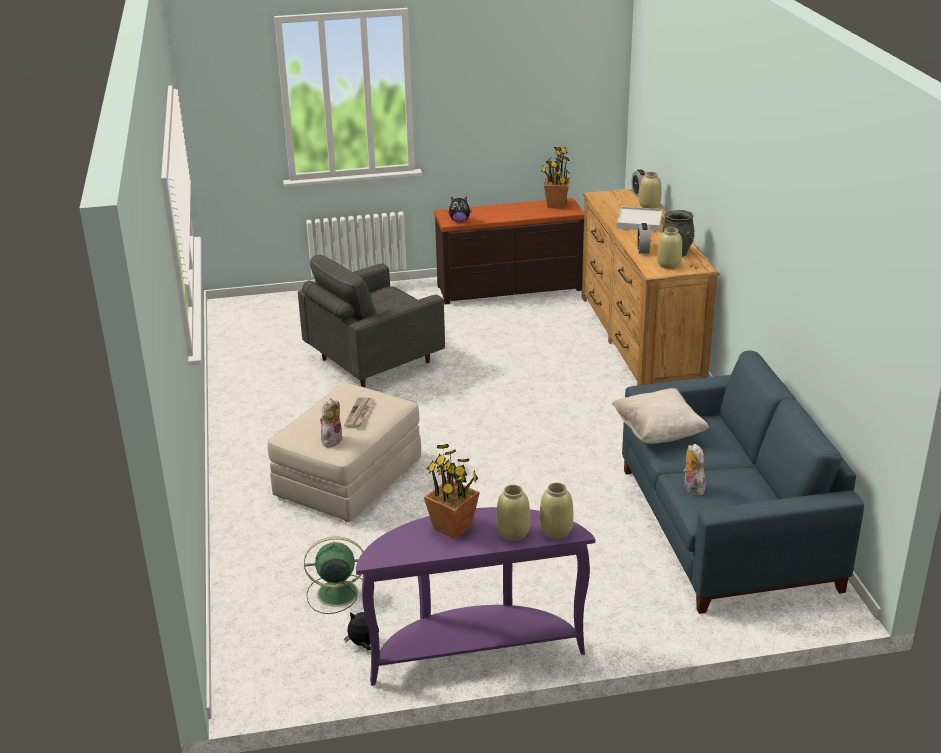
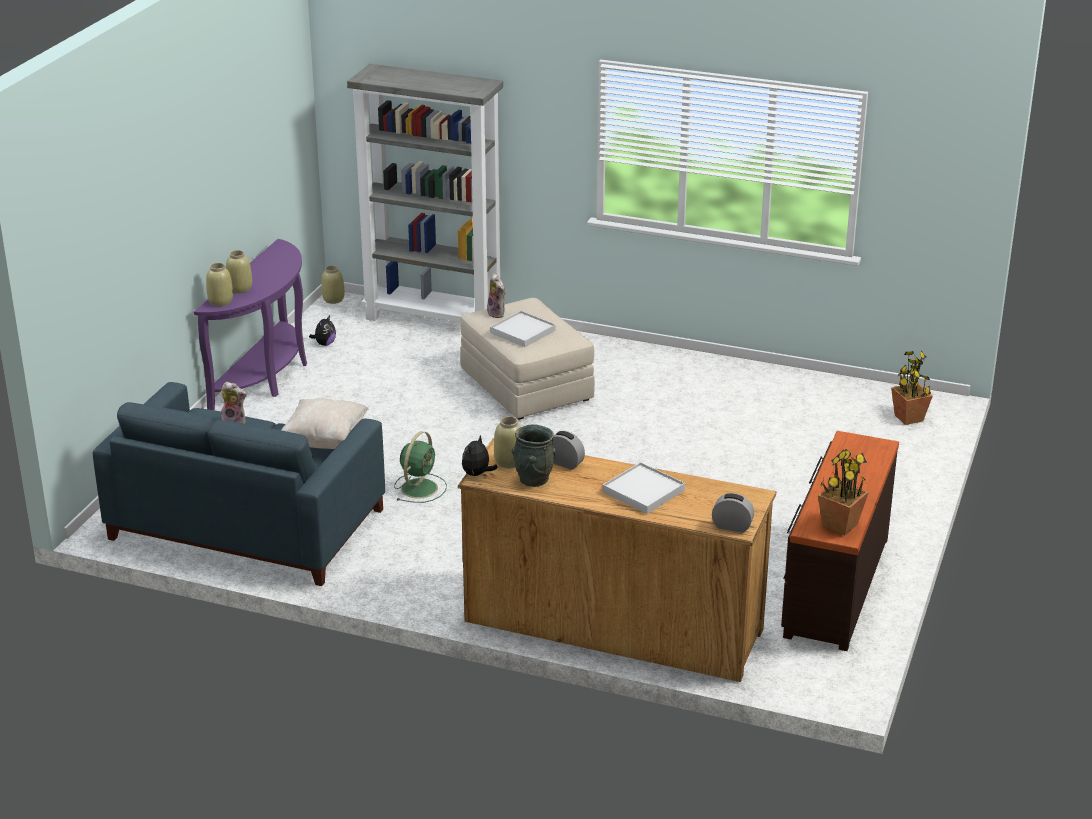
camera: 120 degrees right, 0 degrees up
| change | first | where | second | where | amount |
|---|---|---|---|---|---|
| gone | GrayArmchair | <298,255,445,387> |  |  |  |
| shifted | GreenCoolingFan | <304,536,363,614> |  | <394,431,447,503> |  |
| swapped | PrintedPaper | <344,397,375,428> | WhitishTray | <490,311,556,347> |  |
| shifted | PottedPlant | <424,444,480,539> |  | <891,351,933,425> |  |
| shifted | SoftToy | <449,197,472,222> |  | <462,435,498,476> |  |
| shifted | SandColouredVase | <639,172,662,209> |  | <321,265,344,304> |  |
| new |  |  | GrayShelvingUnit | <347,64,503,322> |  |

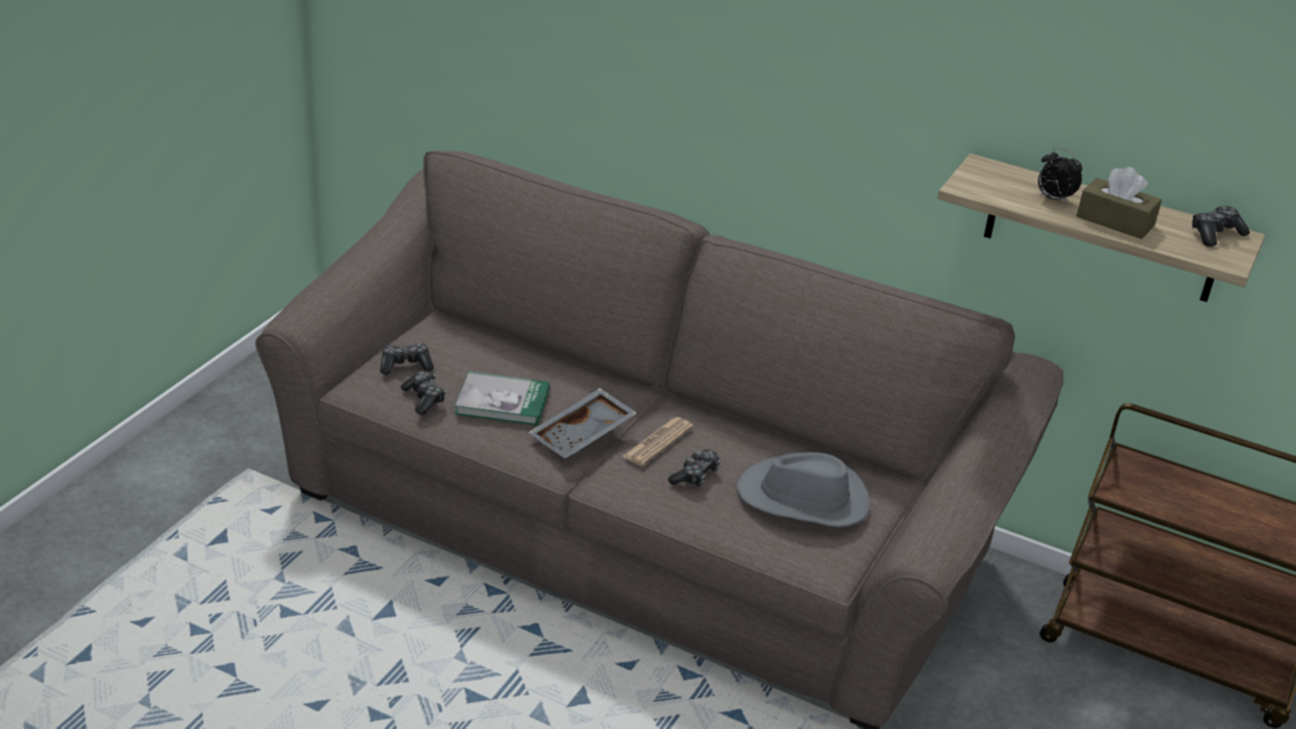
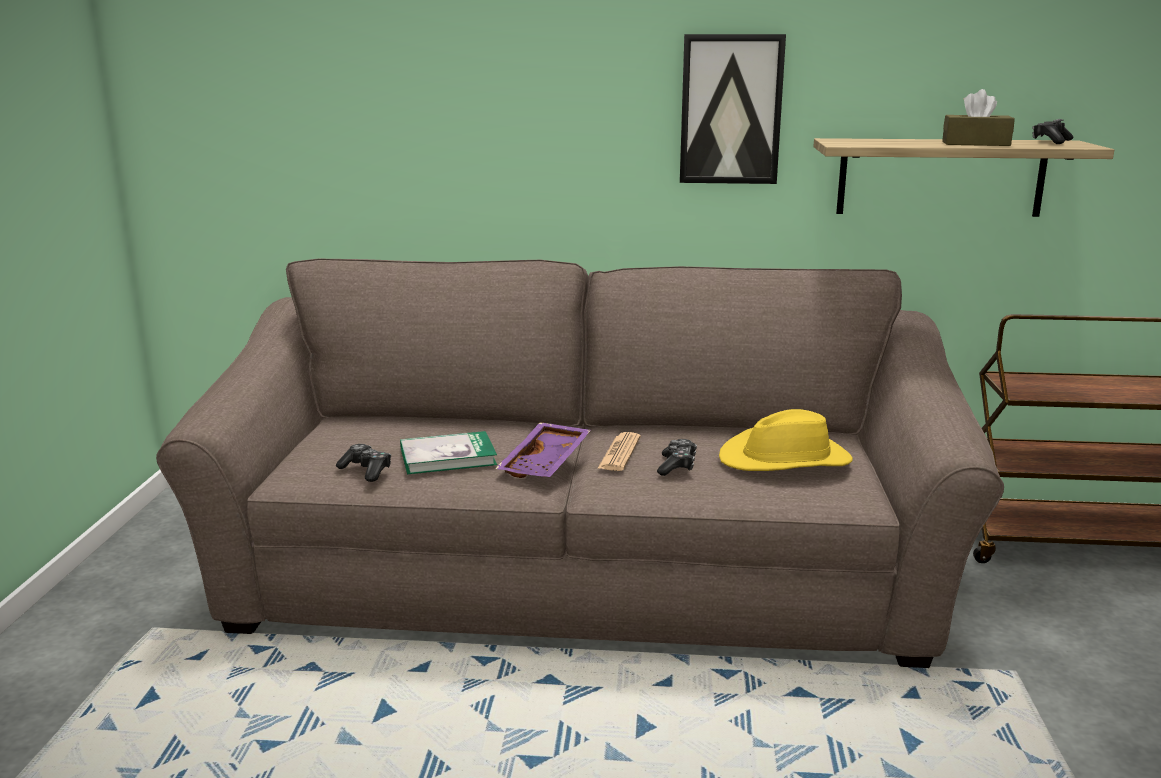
camera: 20 degrees left, 15 degrees down
| change | first | where | second | where | amount |
|---|---|---|---|---|---|
| gone | Gamepad | <380,343,434,375> |  |  |  |
| repainted | GrayTray | <528,388,637,459> | PurpleTray | <495,422,591,478> |  |
| repainted | GrayHat | <736,452,870,528> | YellowishHat | <719,409,853,471> |  |
| gone | TableClock | <1038,148,1082,204> |  |  |  |
| new |  |  | Picture | <680,34,786,184> |  |

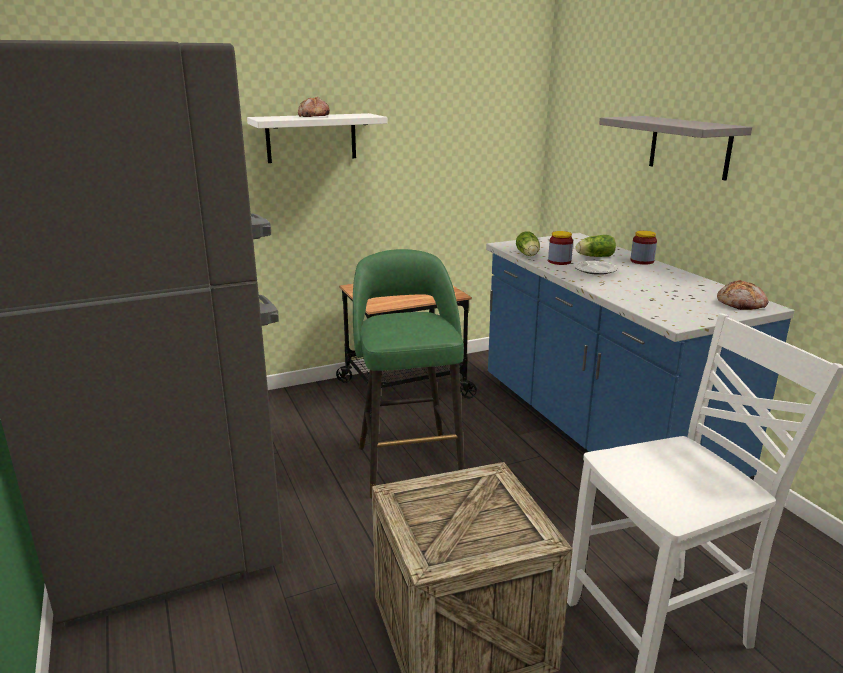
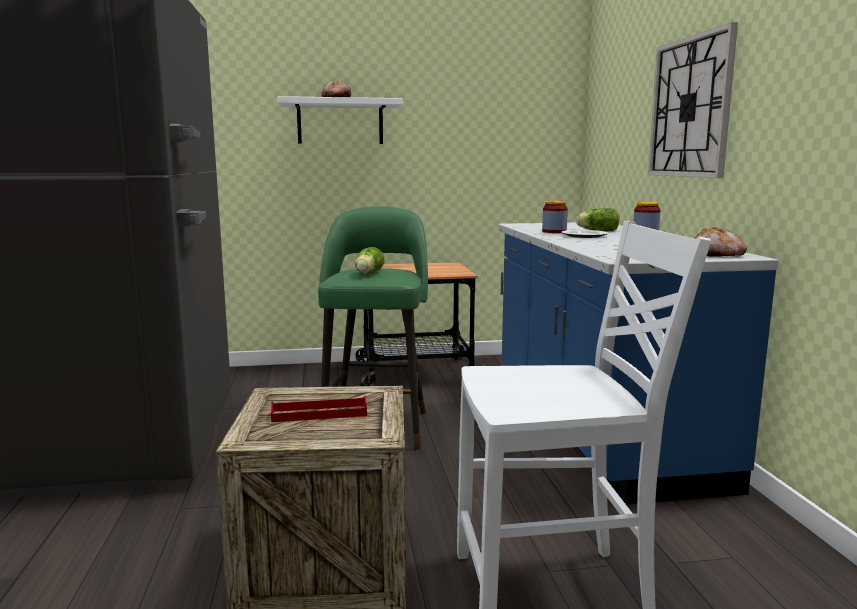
camera: 15 degrees right, 10 degrees down
| change | first | where | second | where | amount |
|---|---|---|---|---|---|
| shifted | Lettuce | <516,231,540,256> |  | <355,247,384,274> |  |
| swapped | GrayShelf | <599,116,752,181> | WallClock | <648,22,738,178> |  |
| new |  |  | RedColouredTray | <271,395,367,422> |  |

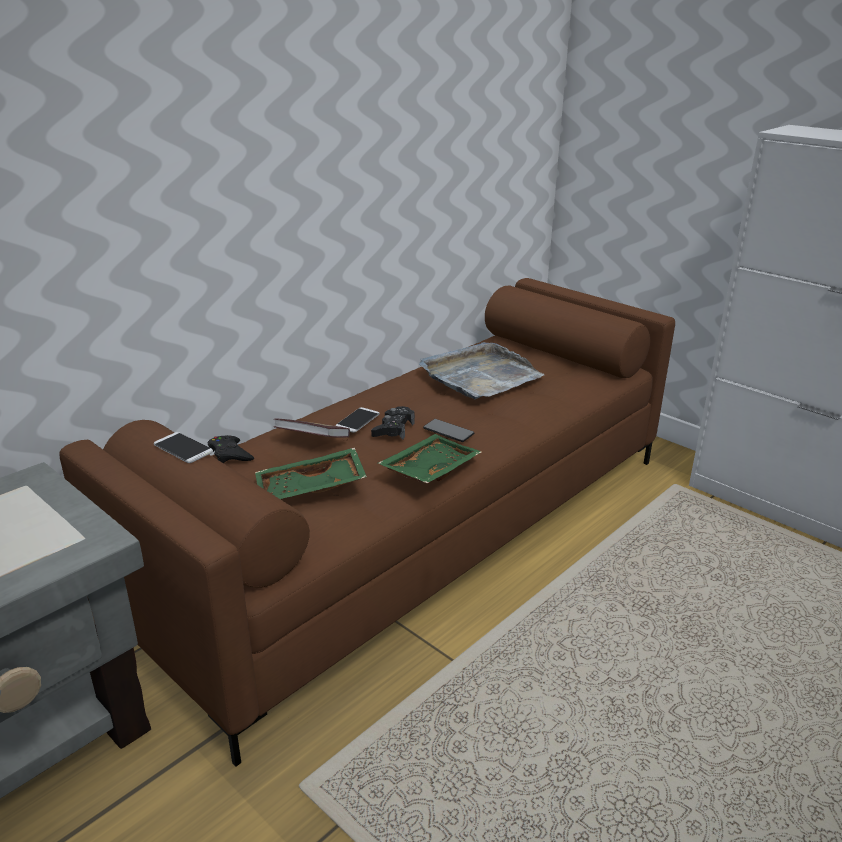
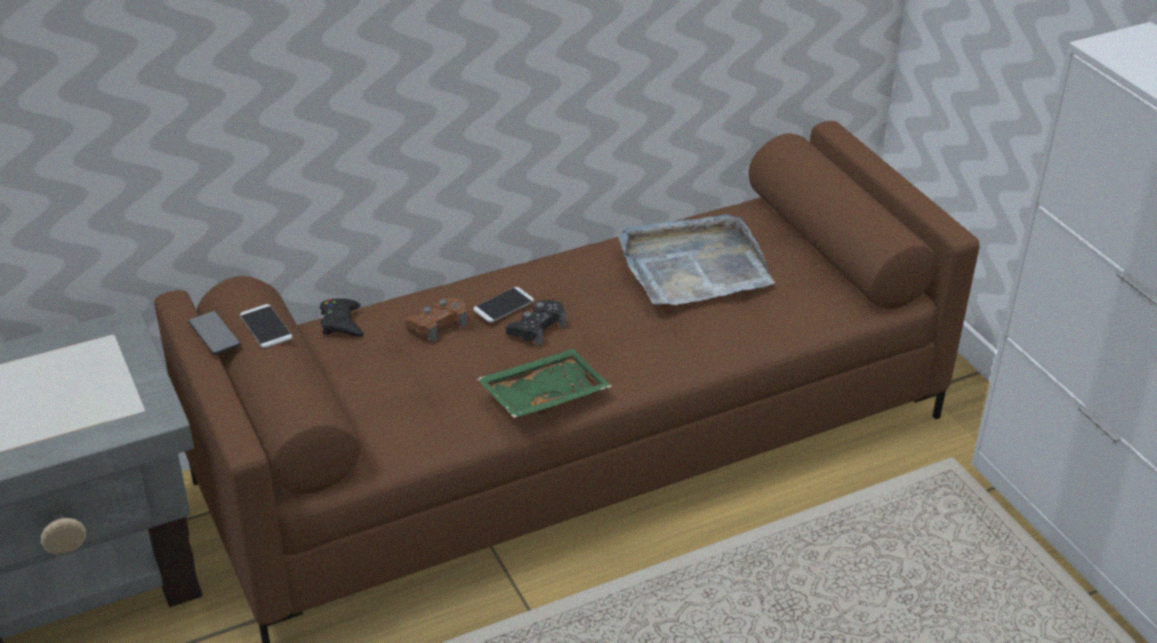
camera: 20 degrees right, 10 degrees up
| change | first | where | second | where | amount |
|---|---|---|---|---|---|
| gone | GreenTray | <255,447,367,499> |  |  |  |
| swapped | BoundBook | <273,418,350,438> | BrownColouredGamepad | <405,298,467,342> |  |
| shifted | Phone | <423,419,474,442> |  | <189,311,240,355> |  |

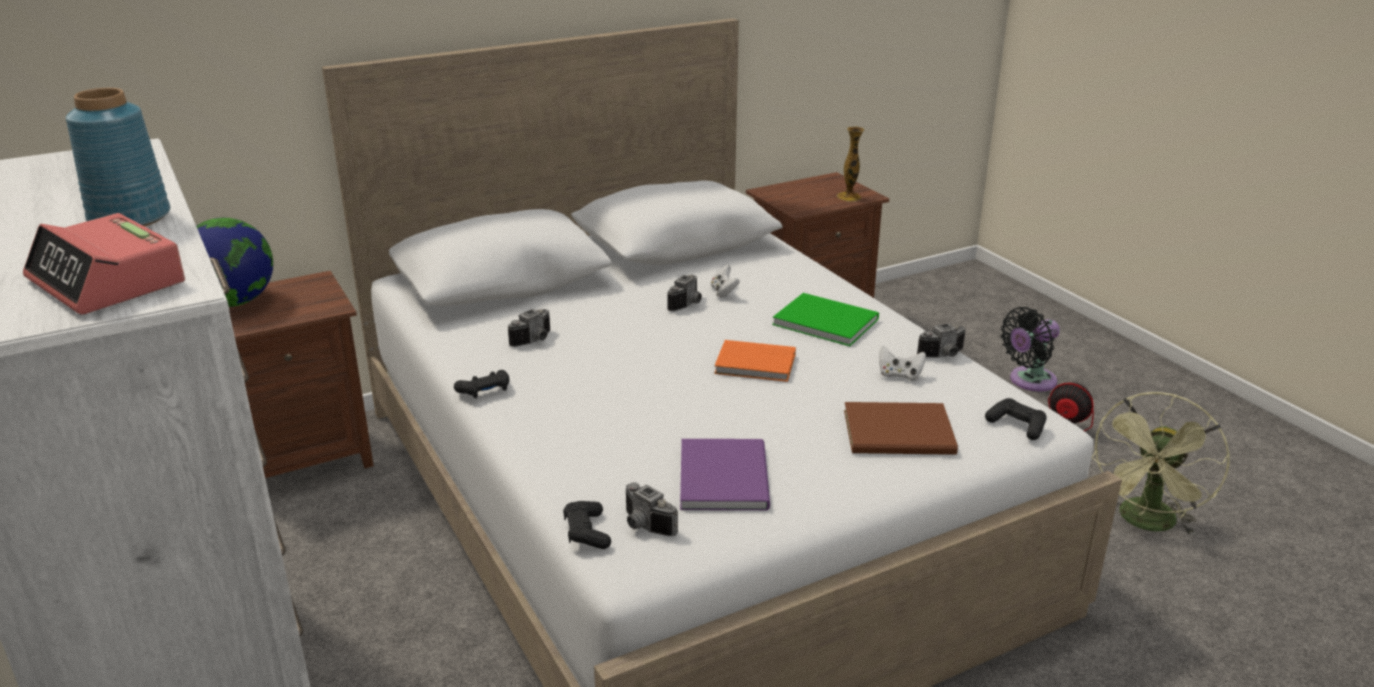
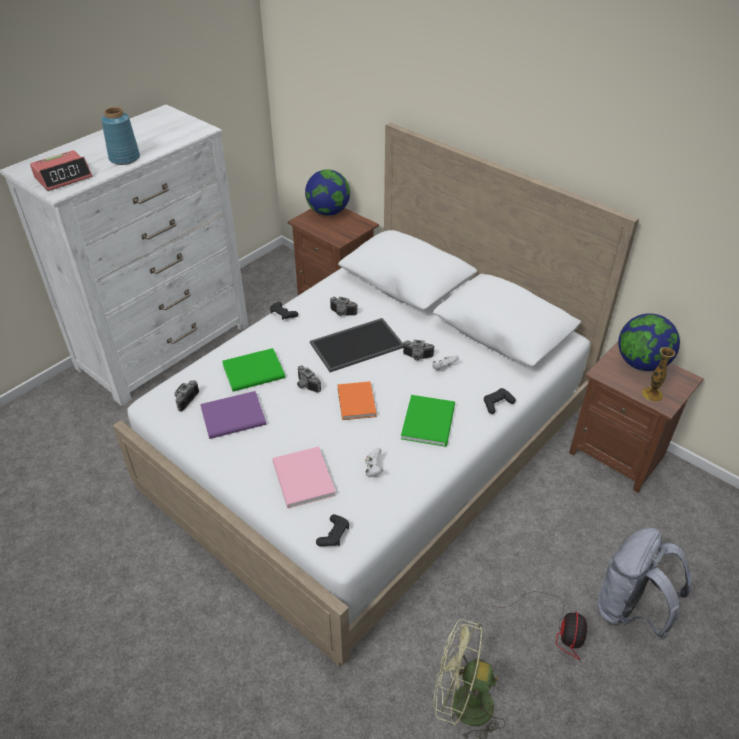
camera: 70 degrees right, 15 degrees up
| change | first | where | second | where | amount |
|---|---|---|---|---|---|
| rotated | TableClock | <23,213,185,314> |  | <30,150,93,191> | 150 degrees counterclockwise |
| shifted | BlackGamepad | <563,501,611,549> |  | <484,388,516,414> |  |
| repainted | BrownColouredBoundBook | <844,402,958,455> | PinkishBoundBook | <273,447,336,508> |  |
| shifted | StillCamera | <917,323,966,358> |  | <297,365,321,392> |  |
| swapped | BlackCoolingFan | <1001,307,1060,391> | GrayRucksack | <598,528,691,639> |  |
| new |  |  | GreenBoundBook | <222,348,285,392> |  |
| new |  |  | Tray | <310,318,404,372> |  |
| new |  |  | DeskGlobe | <618,313,680,371> |  |

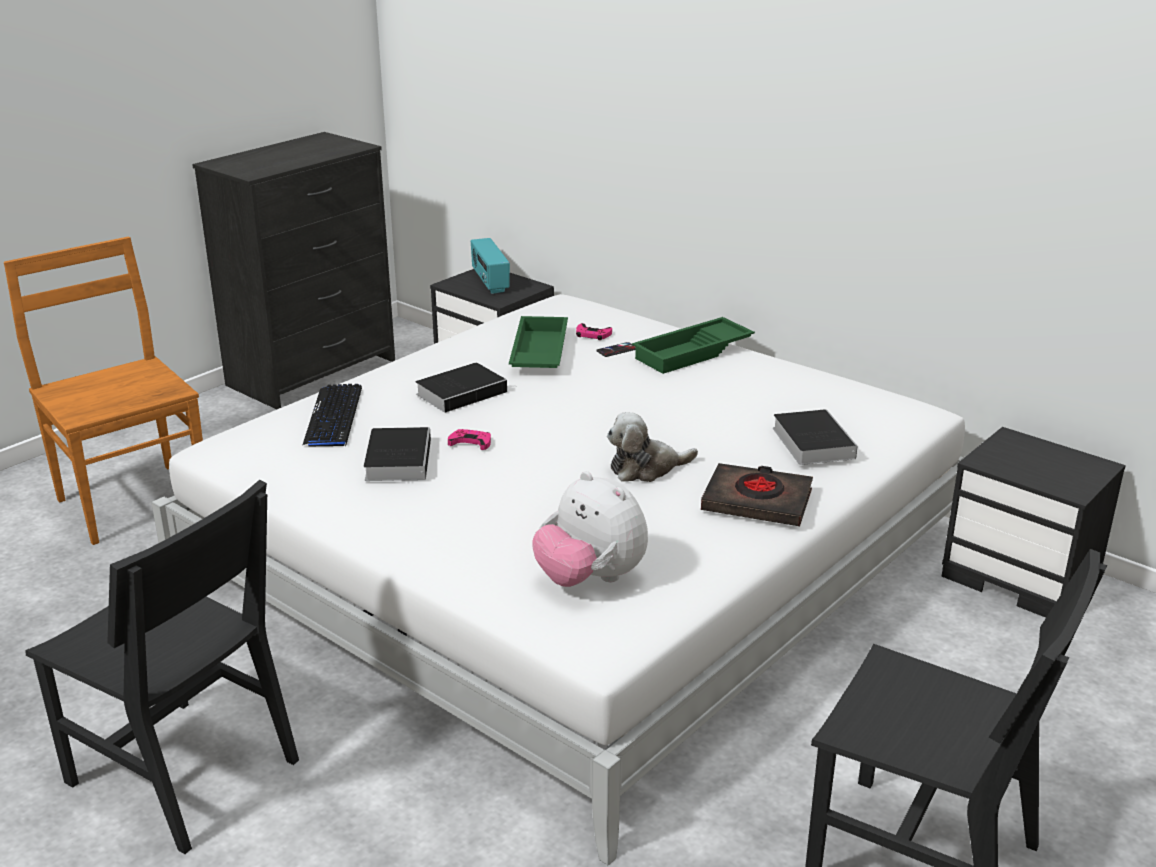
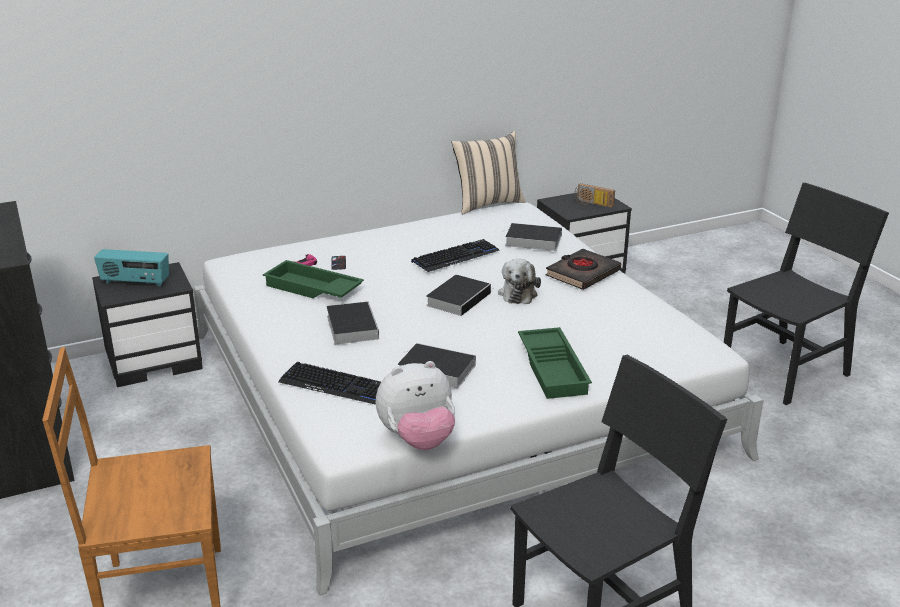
camera: 65 degrees left, 0 degrees up
| change | first | where | second | where | amount |
|---|---|---|---|---|---|
| gone | PinkishGamepad | <448,429,491,450> |  |  |  |
| shifted | SoftToy | <533,471,648,587> |  | <376,361,455,450> |  |
| shifted | GreenTray | <632,317,755,374> |  | <518,327,592,399> |  |
| new |  |  | Keyboard | <411,239,500,272> |  |
| new |  |  | BoundBook | <426,275,493,316> |  |
| new |  |  | SandColouredThrowPillow | <451,131,526,214> |  |
| new |  |  | RadioReceiver | <574,183,615,208> |  |

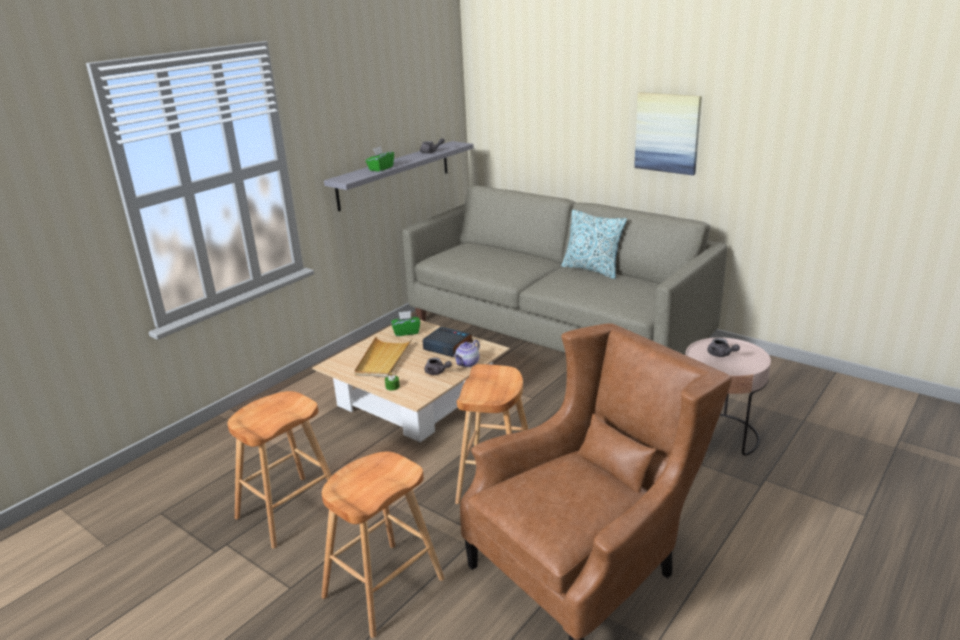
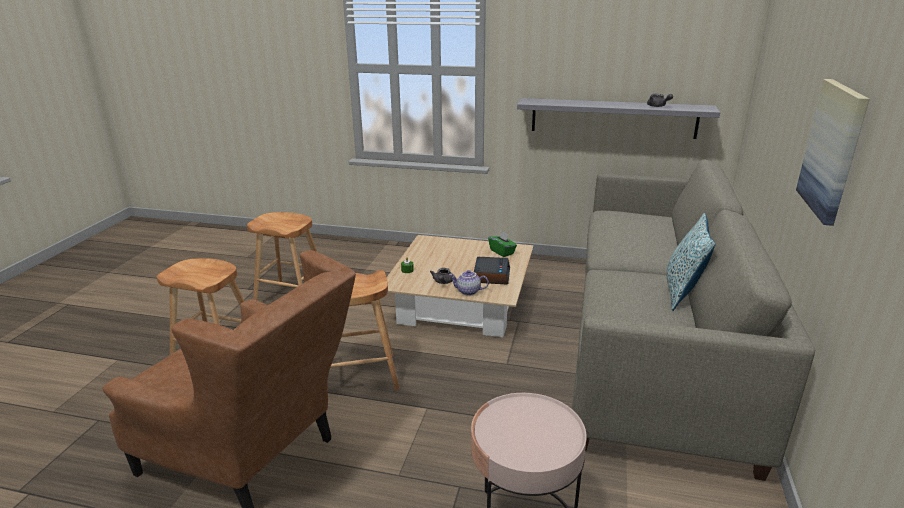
camera: 65 degrees right, 0 degrees up
| change | first | where | second | where | amount |
|---|---|---|---|---|---|
| gone | SandColouredTray | <354,337,412,377> |  |  |  |
| gone | GreenBoxOfTissues | <366,146,394,172> |  |  |  |
| gone | GrayTeapot | <707,338,740,357> |  |  |  |

